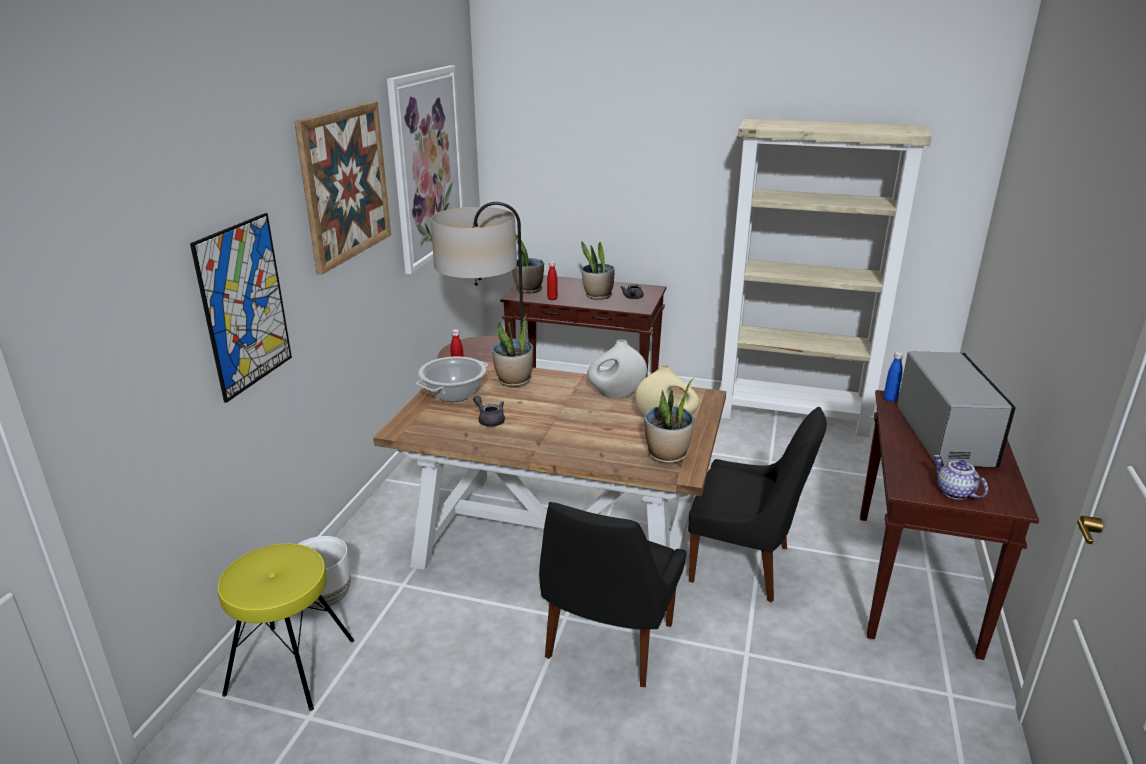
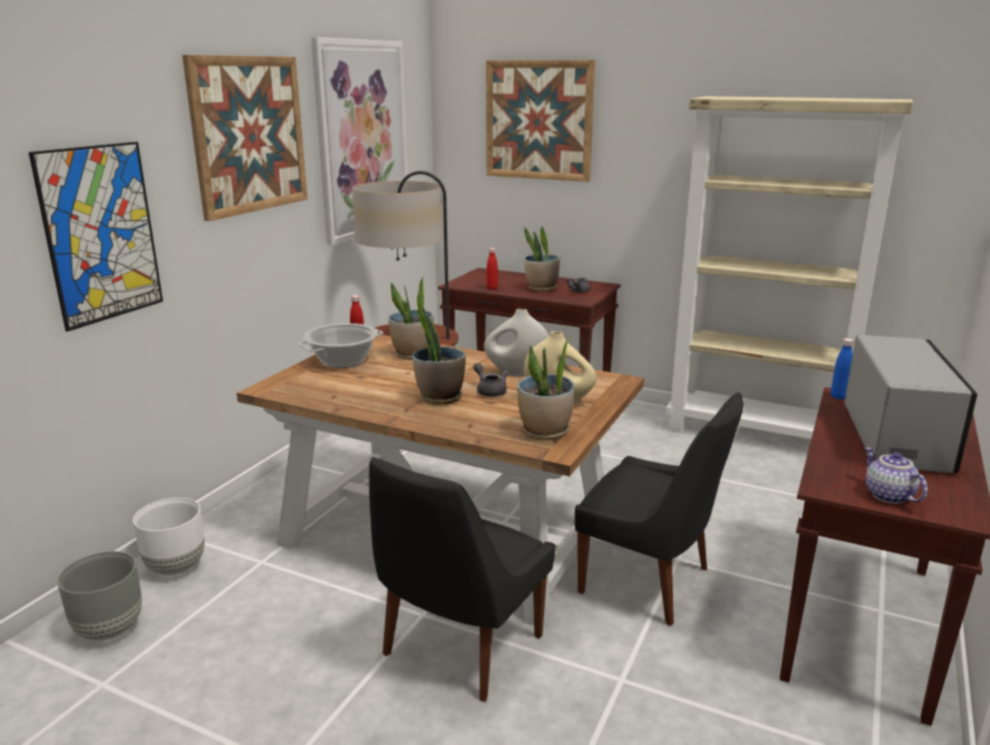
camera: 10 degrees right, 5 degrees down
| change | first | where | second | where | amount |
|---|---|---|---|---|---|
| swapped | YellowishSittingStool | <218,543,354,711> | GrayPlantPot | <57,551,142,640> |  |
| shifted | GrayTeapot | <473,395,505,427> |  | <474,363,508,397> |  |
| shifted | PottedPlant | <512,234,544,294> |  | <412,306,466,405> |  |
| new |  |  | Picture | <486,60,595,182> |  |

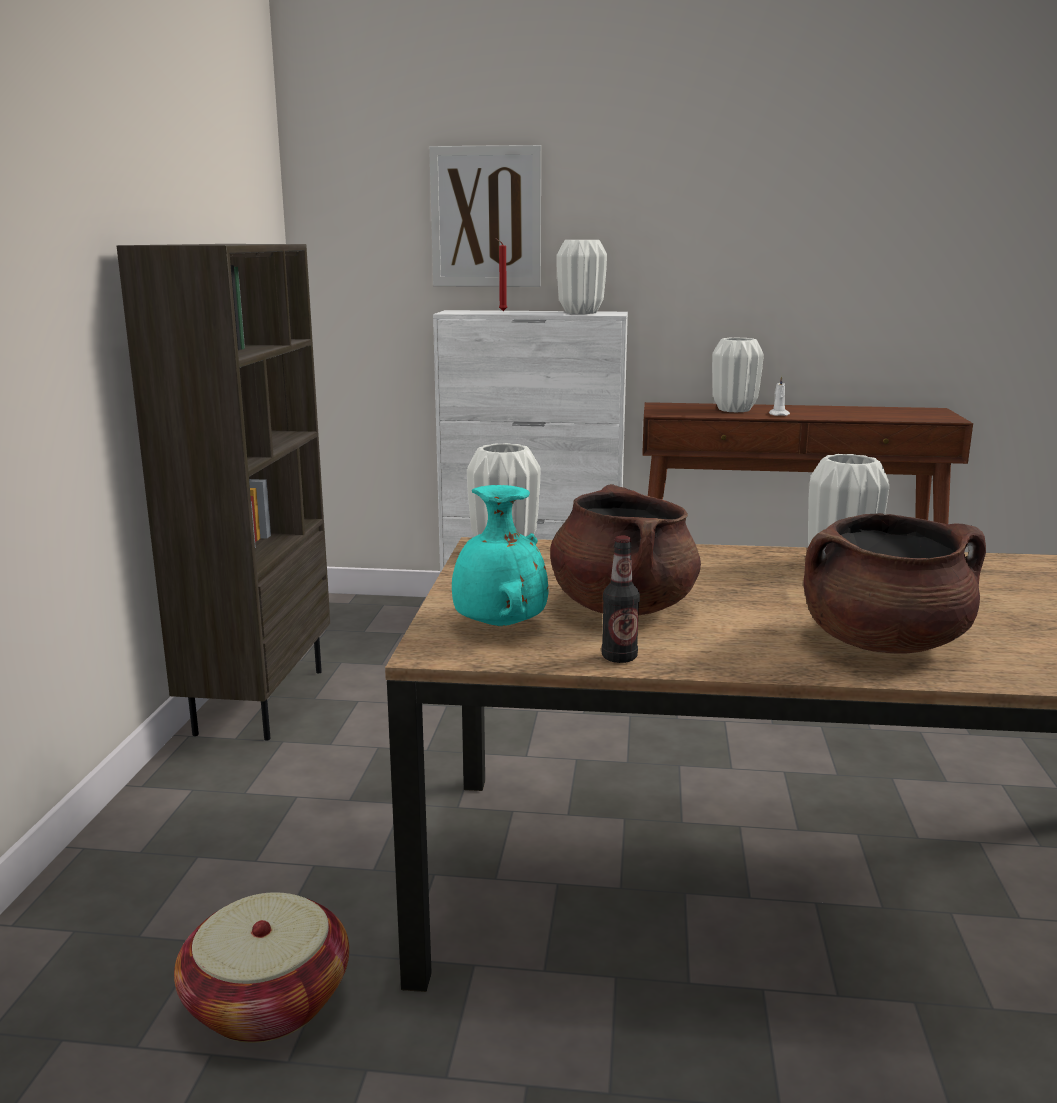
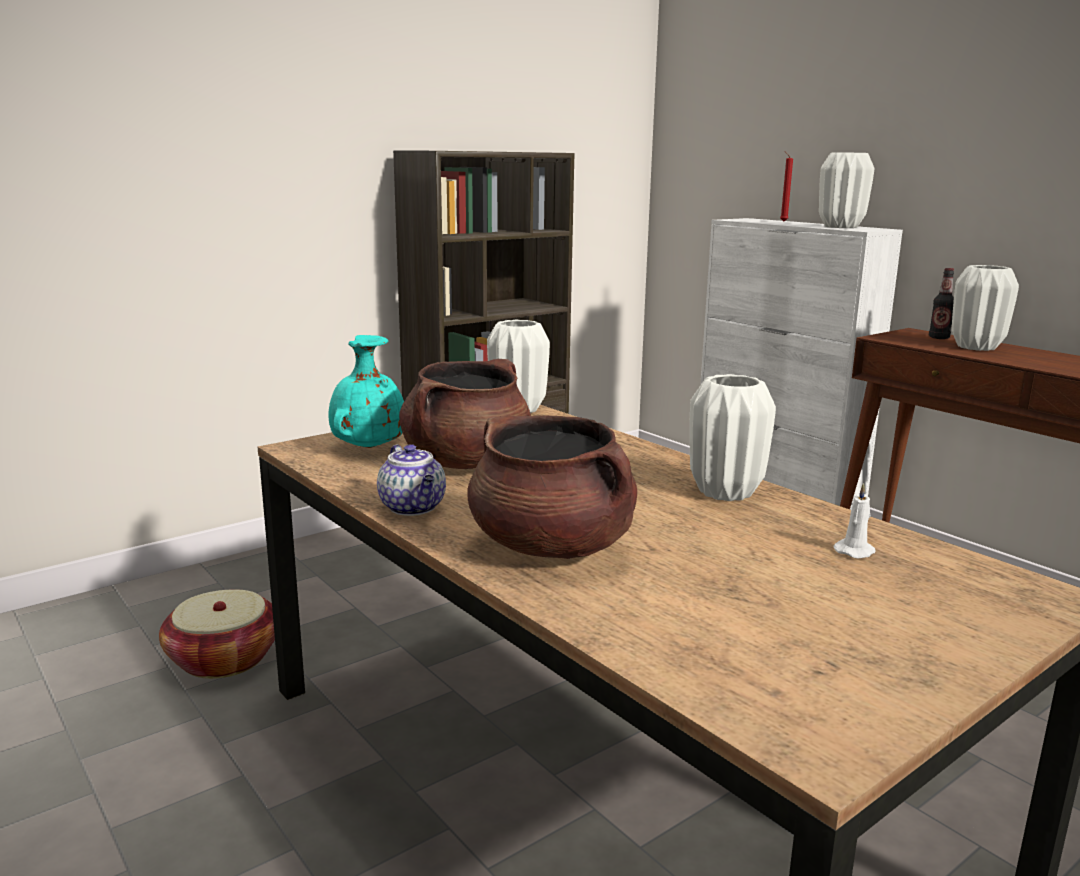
camera: 45 degrees right, 0 degrees up
| change | first | where | second | where | amount |
|---|---|---|---|---|---|
| gone | Picture | <429,145,541,287> |  |  |  |
| shifted | BeverageBottle | <602,536,640,663> |  | <929,268,954,339> |  |
| shifted | WhitishWaxCandle | <769,376,790,416> |  | <834,483,876,559> |  |
| new |  |  | Teapot | <377,444,446,516> |  |

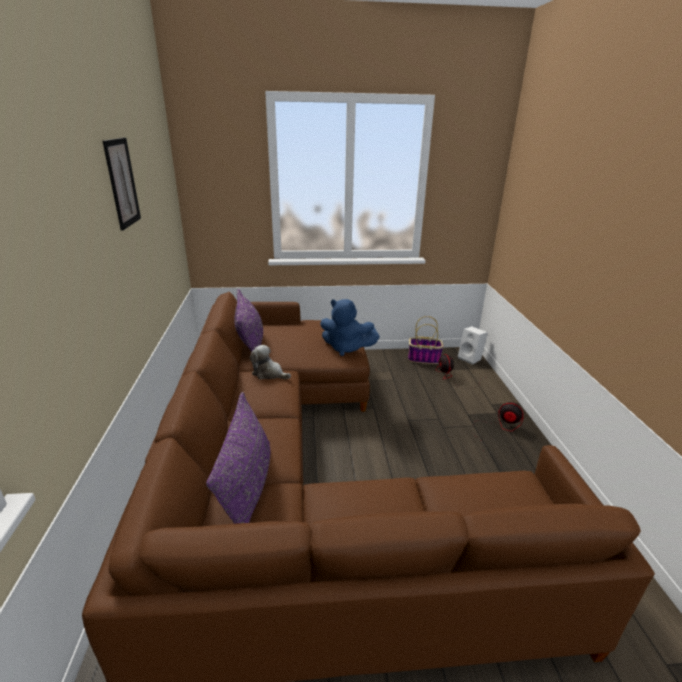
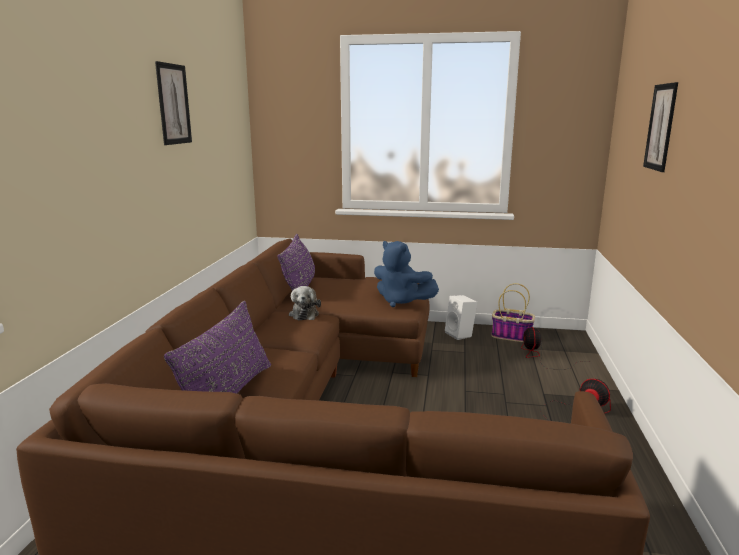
camera: 15 degrees right, 10 degrees down
| change | first | where | second | where | amount |
|---|---|---|---|---|---|
| rotated | SoftToy | <250,345,291,379> |  | <289,286,321,320> | 135 degrees counterclockwise |
| shifted | WhitishAudioSpeaker | <458,326,488,365> |  | <445,295,477,340> |  |
| new |  |  | Picture | <643,82,678,172> |  |

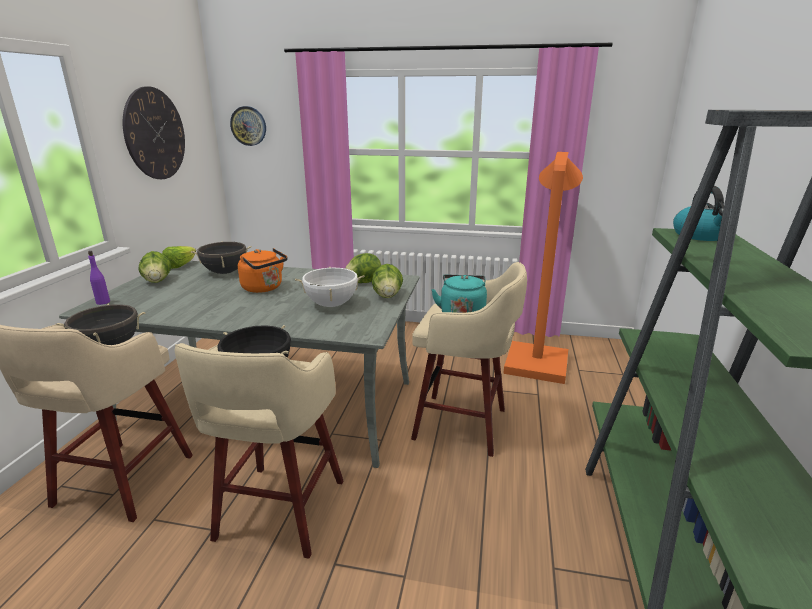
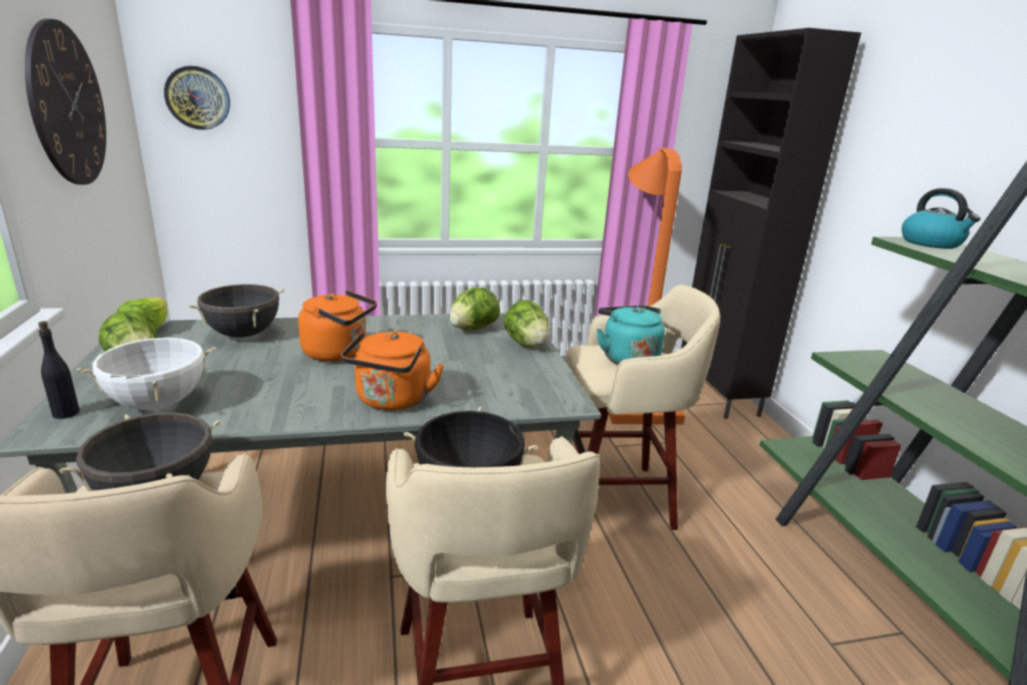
camera: 25 degrees left, 0 degrees up
| change | first | where | second | where | amount |
|---|---|---|---|---|---|
| repainted | PurpleBeverageBottle | <88,251,110,305> | BlackBeverageBottle | <38,321,80,419> |  |
| shifted | WhitishStockpot | <295,267,364,307> |  | <77,337,216,410> |  |
| new |  |  | OrangeyKettle | <341,331,444,411> |  |
| new |  |  | BlackCabinet | <681,28,861,419> |  |

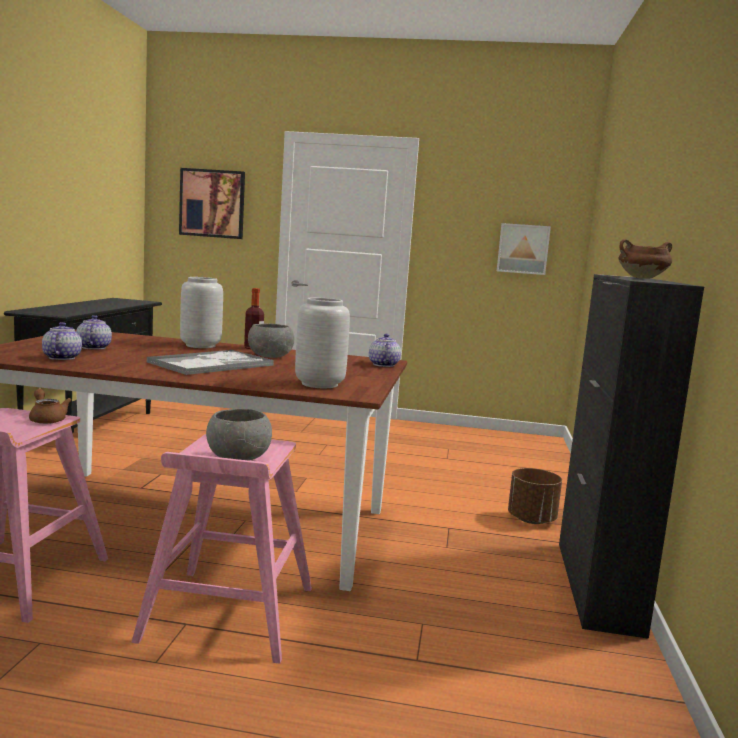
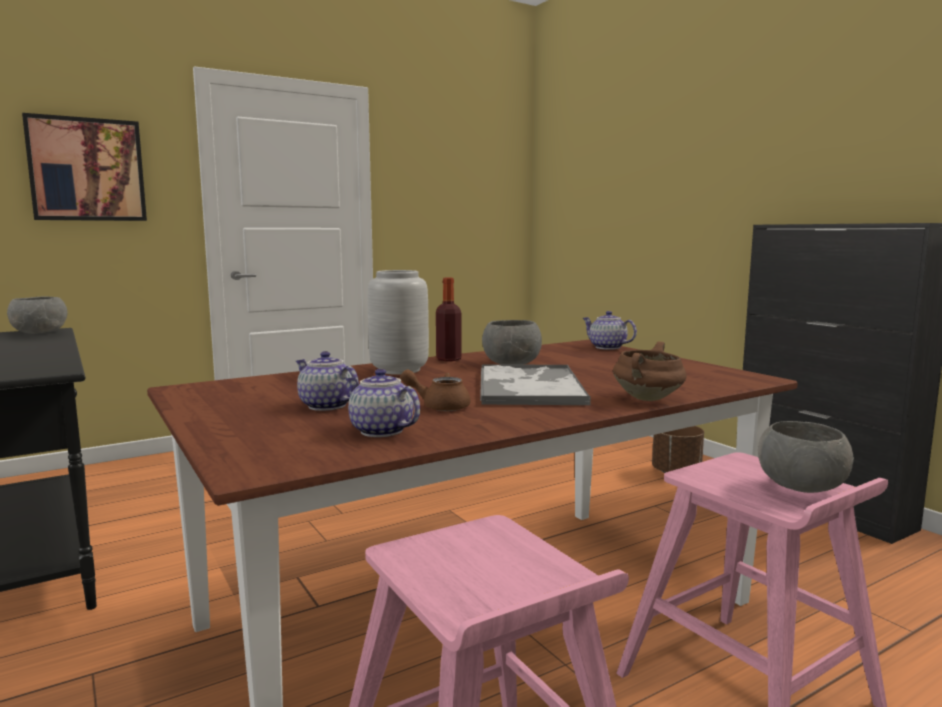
camera: 40 degrees left, 0 degrees up
| change | first | where | second | where | amount |
|---|---|---|---|---|---|
| shifted | BrownColouredTeapot | <29,389,71,424> |  | <400,369,471,411> |  |
| gone | GrayVase | <295,297,350,388> |  |  |  |
| gone | Picture | <497,223,551,275> |  |  |  |
| shifted | BrownColouredStockpot | <619,239,672,279> |  | <613,341,686,401> |  |
| new |  |  | GrayDeepDish | <7,297,67,334> |  |

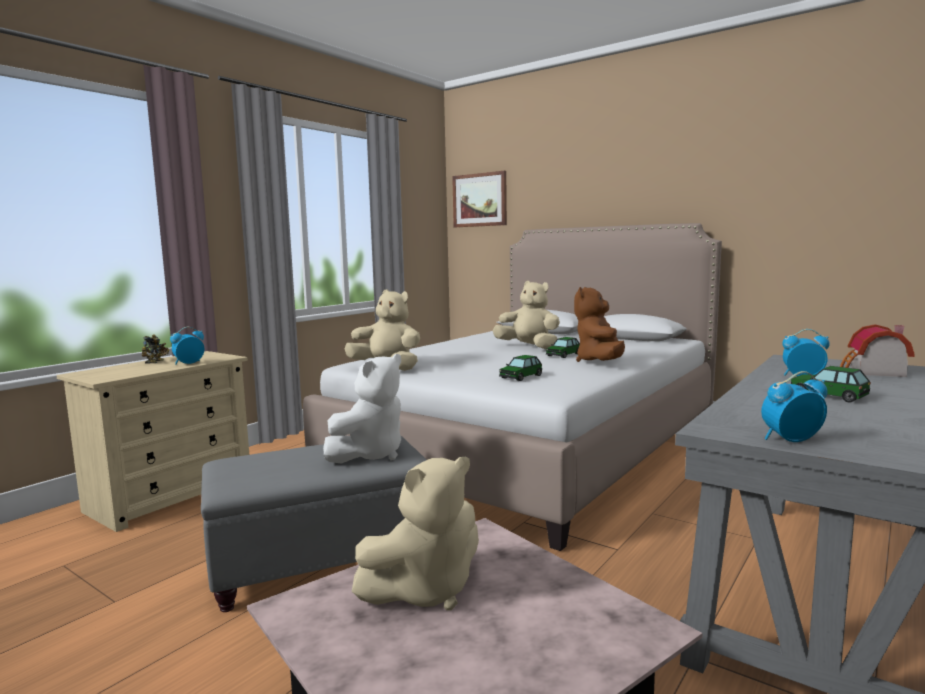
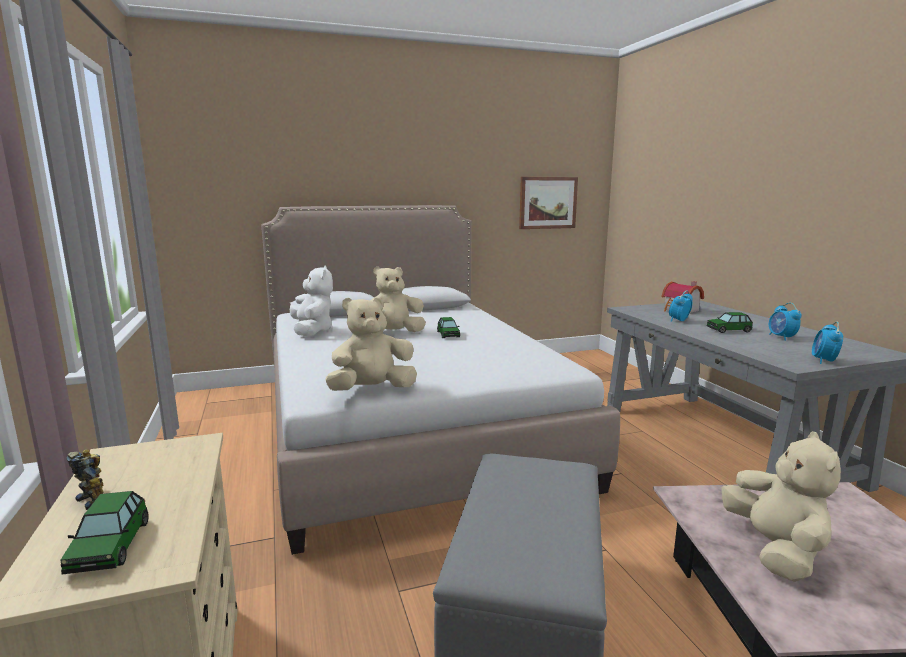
camera: 55 degrees left, 5 degrees up
| change | first | where | second | where | amount |
|---|---|---|---|---|---|
| shifted | TableClock | <170,327,204,365> |  | <769,303,802,341> |  |
| shifted | WhitishSoftToy | <323,354,401,464> |  | <290,266,333,336> |  |
| shifted | Picture | <452,171,507,227> |  | <519,177,578,229> |  |
| shifted | ToyCar | <499,355,542,381> |  | <60,491,148,575> |  |
| gone | BrownColouredSoftToy | <574,287,625,362> |  |  |  |

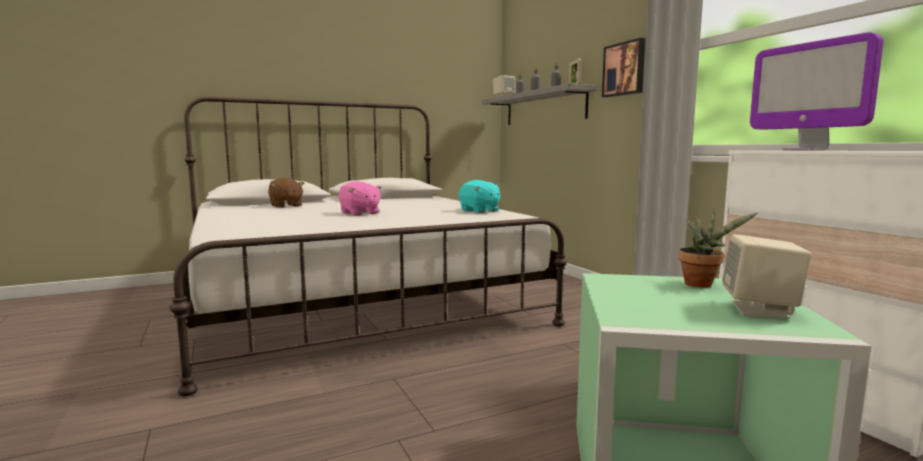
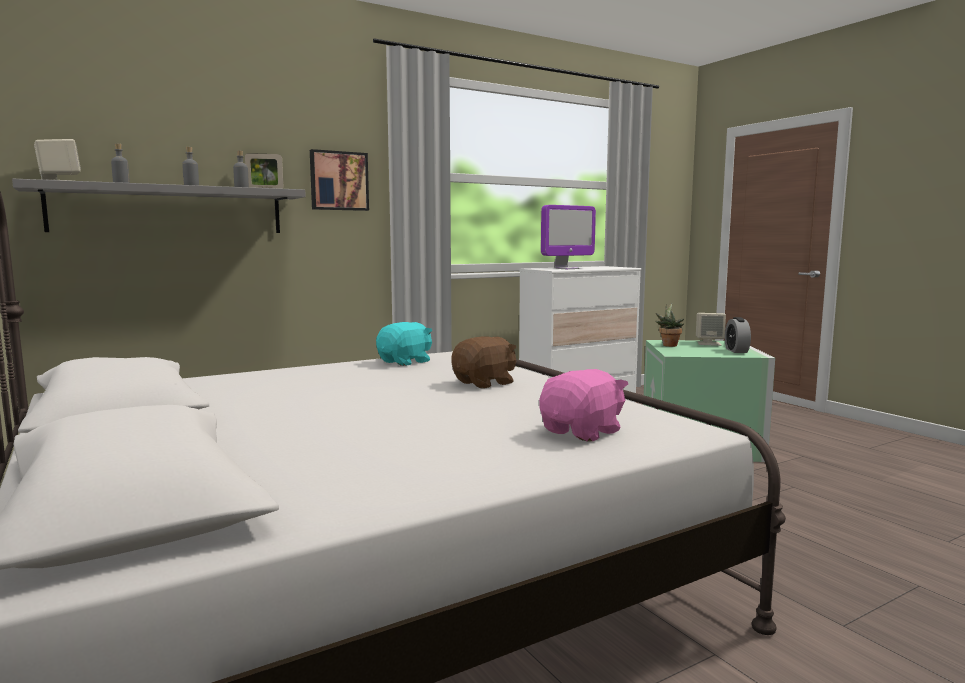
camera: 95 degrees left, 0 degrees up
| change | first | where | second | where | amount |
|---|---|---|---|---|---|
| shifted | BrownColouredSoftToy | <268,177,304,208> |  | <451,336,517,389> |  |
| shifted | PinkishSoftToy | <339,181,382,216> |  | <539,369,628,442> |  |
| new |  |  | TableClock | <725,317,751,353> |  |

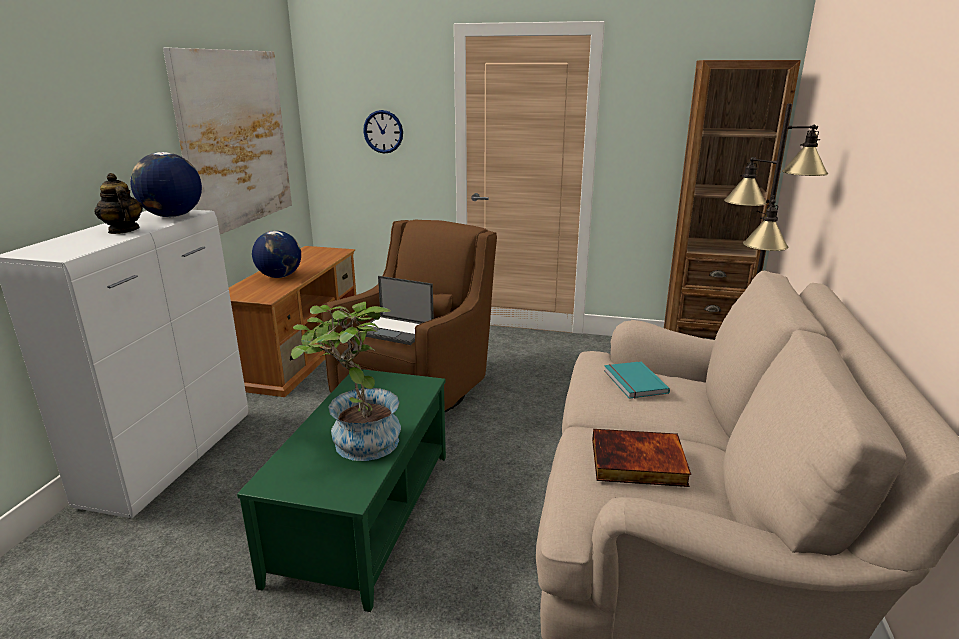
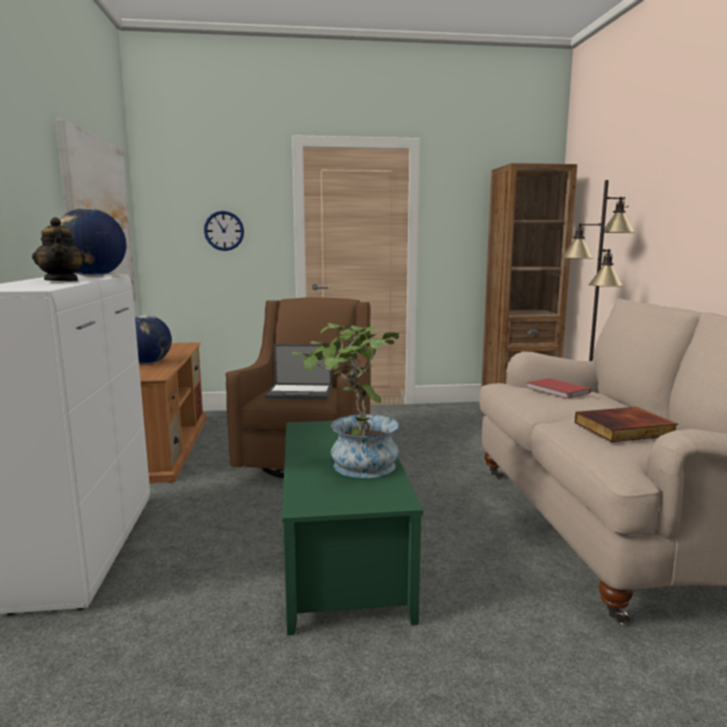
camera: 20 degrees left, 10 degrees down
| change | first | where | second | where | amount |
|---|---|---|---|---|---|
| rotated | Teapot | <94,173,143,234> |  | <32,217,85,281> | 150 degrees counterclockwise |
| repainted | TurquoiseColouredBoundBook | <604,361,670,399> | RedColouredBoundBook | <526,378,591,399> |  |

